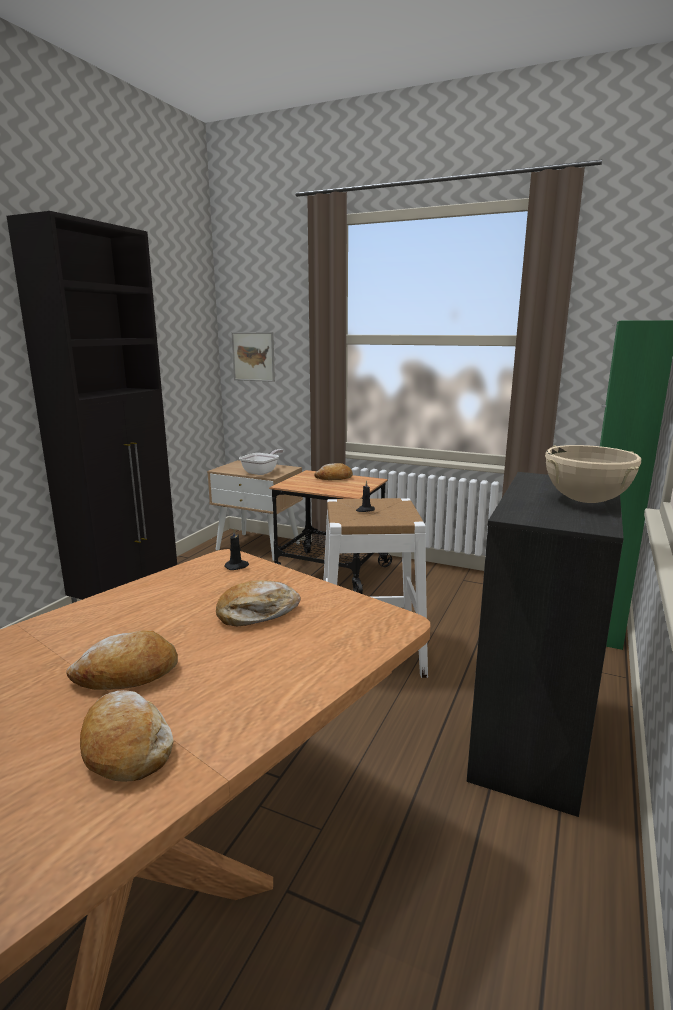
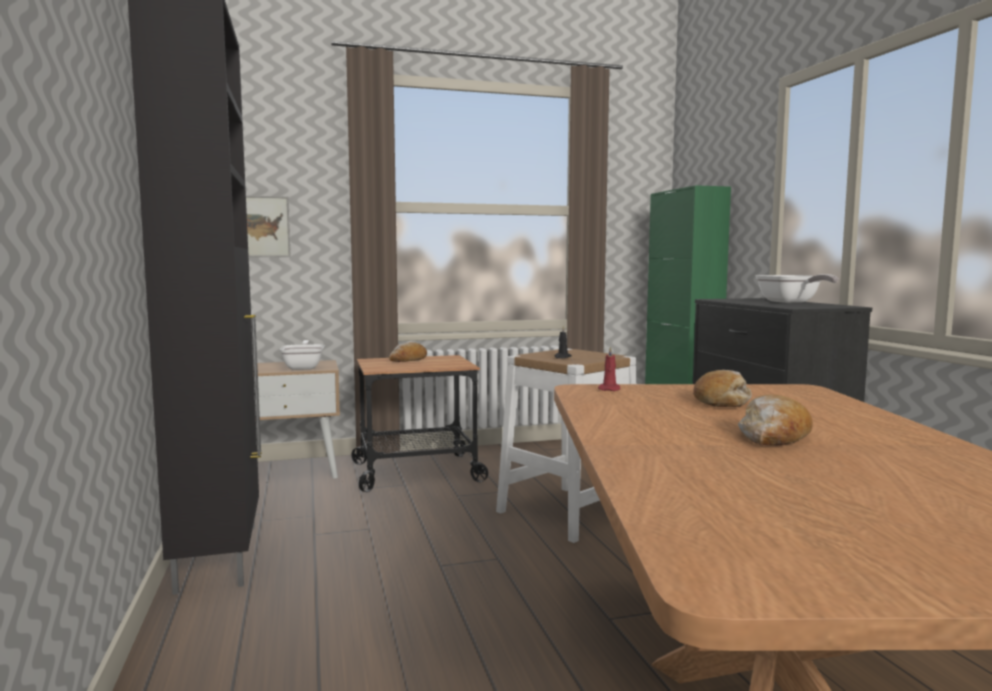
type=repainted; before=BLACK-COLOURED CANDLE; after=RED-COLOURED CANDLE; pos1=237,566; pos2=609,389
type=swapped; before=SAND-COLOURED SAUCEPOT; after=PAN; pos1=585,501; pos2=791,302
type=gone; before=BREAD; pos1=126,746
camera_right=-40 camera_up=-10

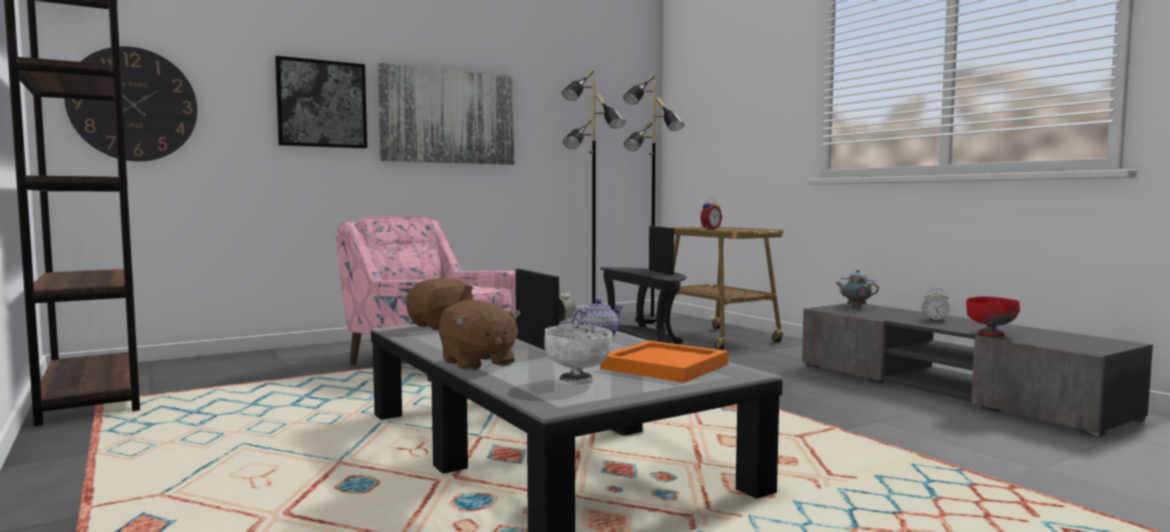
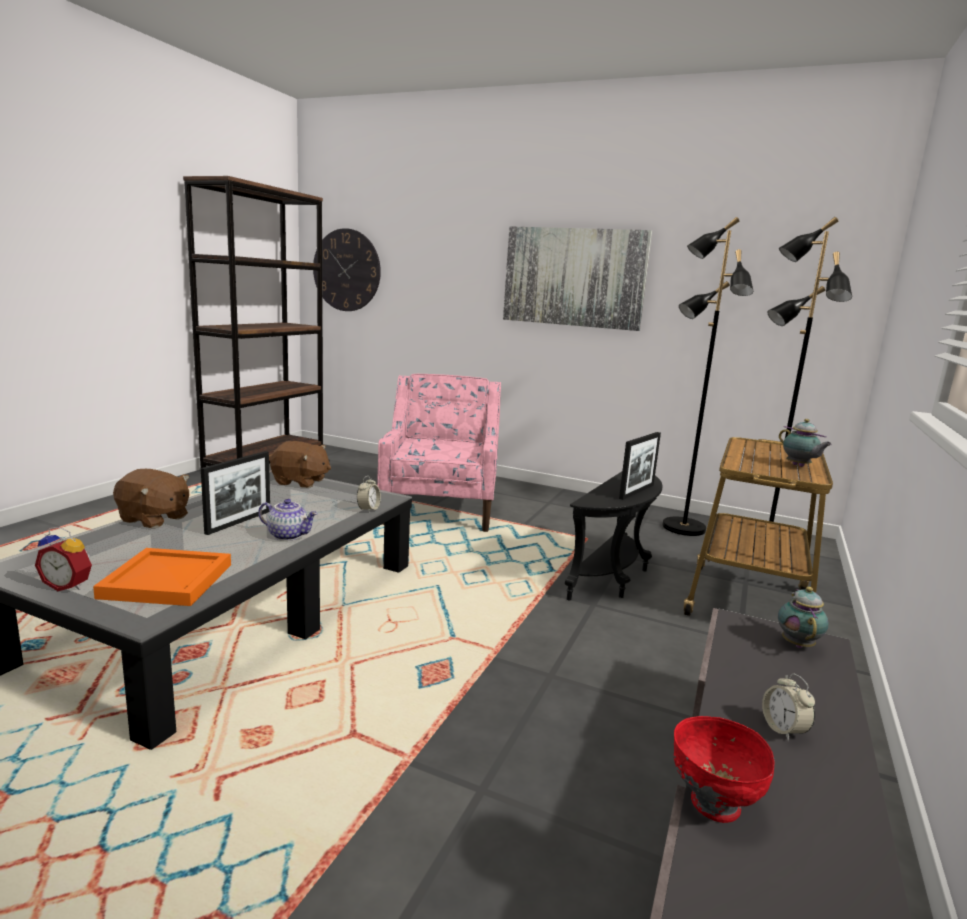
type=shifted; before=BEDSIDE CLOCK; pos1=709,229; pos2=69,585
type=rotated; before=BROWN PLUSH TOY; pos1=477,363; pos2=154,519; turn=-90
type=new; after=POT FOR TEA; pos2=799,466
type=gone; before=WALL PICTURE; pos1=321,104
type=gone; before=WHITE BOWL; pos1=578,380
camera_right=55 camera_up=10

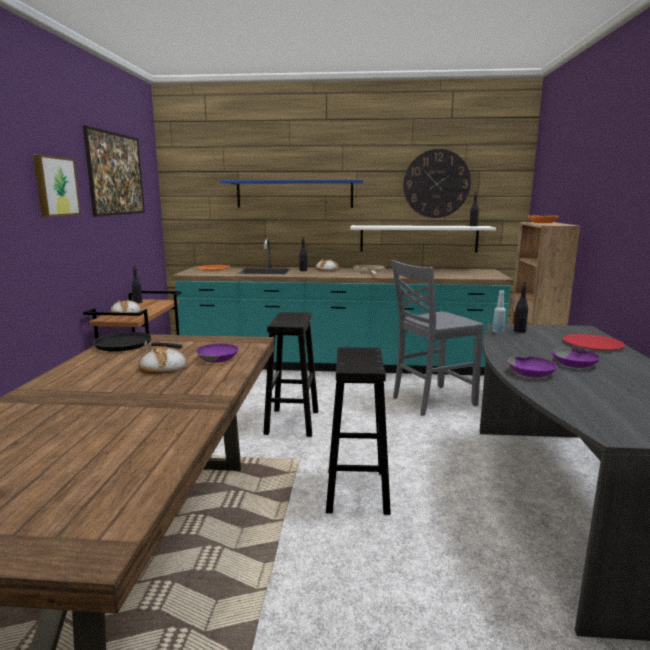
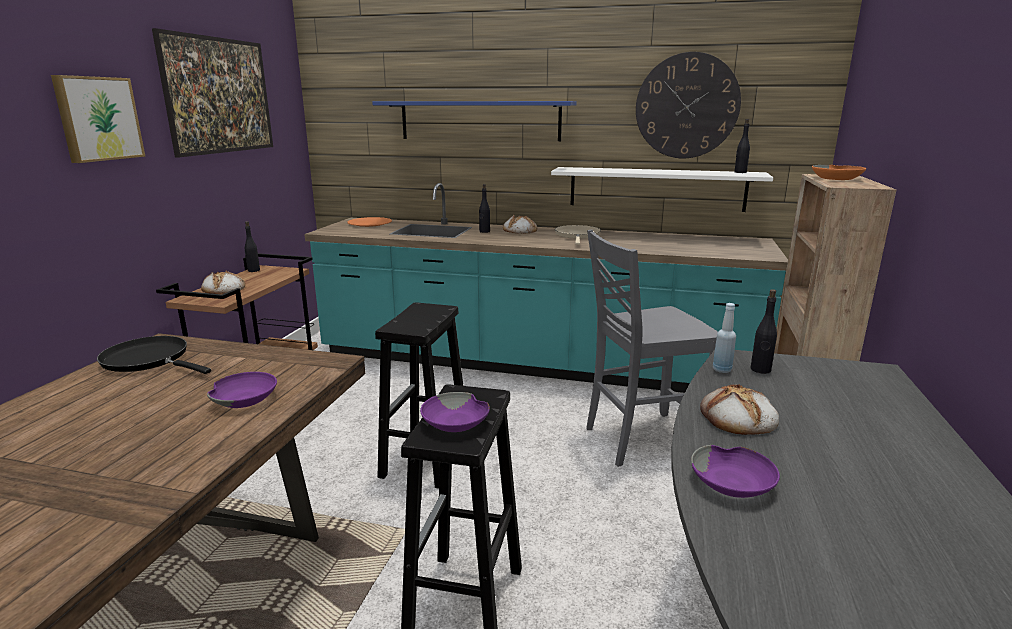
type=shifted; before=PURPLISH BOWL; pos1=575,364; pos2=455,422
type=shifted; before=BREAD; pos1=162,367; pos2=737,418
type=gone; before=RED-COLOURED PLATE; pos1=592,344
camera_right=10 camera_up=5

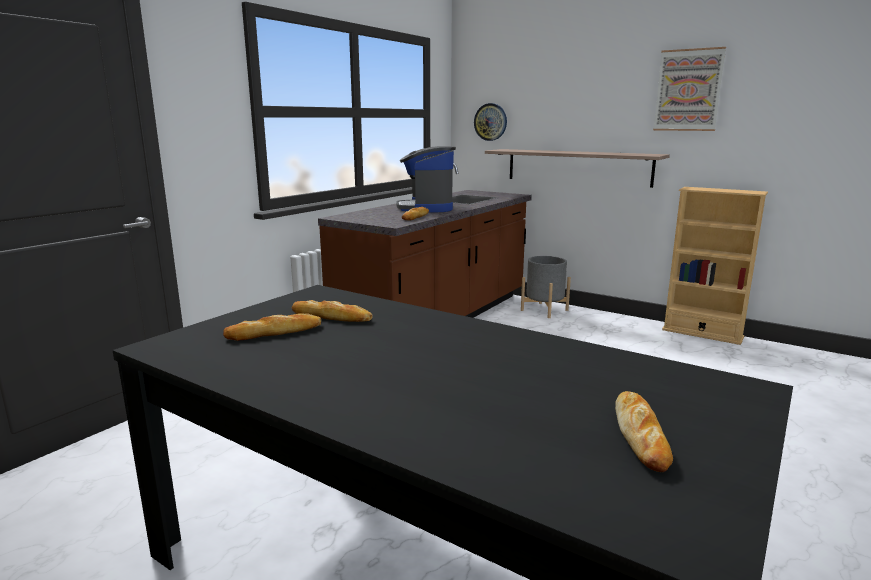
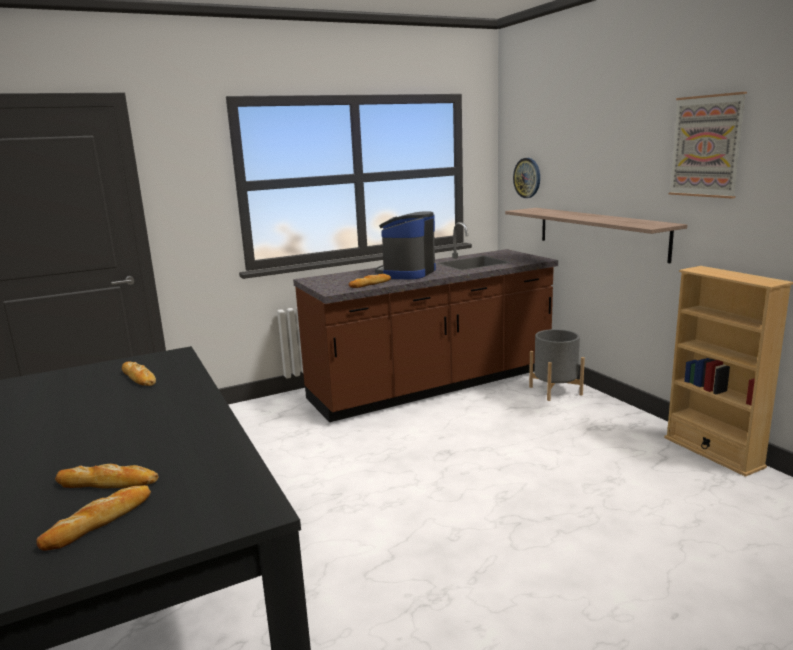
type=shifted; before=BREAD; pos1=274,332; pos2=107,483
camera_right=30 camera_up=0

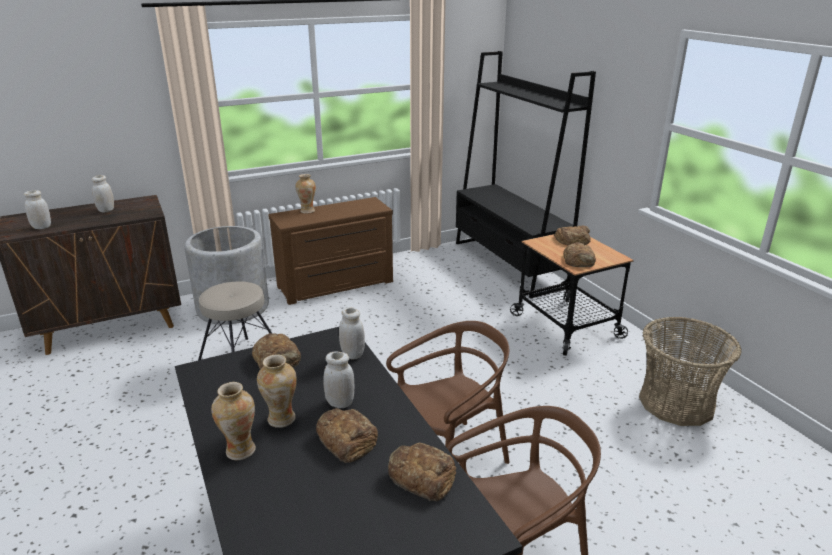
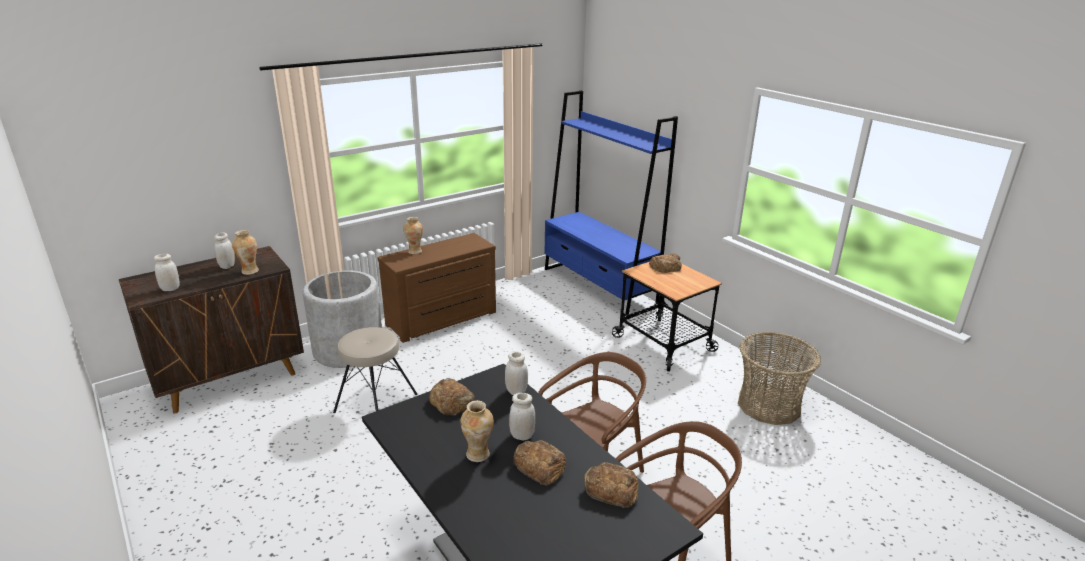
type=shifted; before=DECORATIVE VASE; pos1=240,450; pos2=249,271
type=repainted; before=BLACK-COLOURED SHELVING UNIT; after=BLUISH SHELVING UNIT; pos1=508,264; pos2=598,287
type=gone; before=BREAD; pos1=579,260
camera_right=-10 camera_up=0

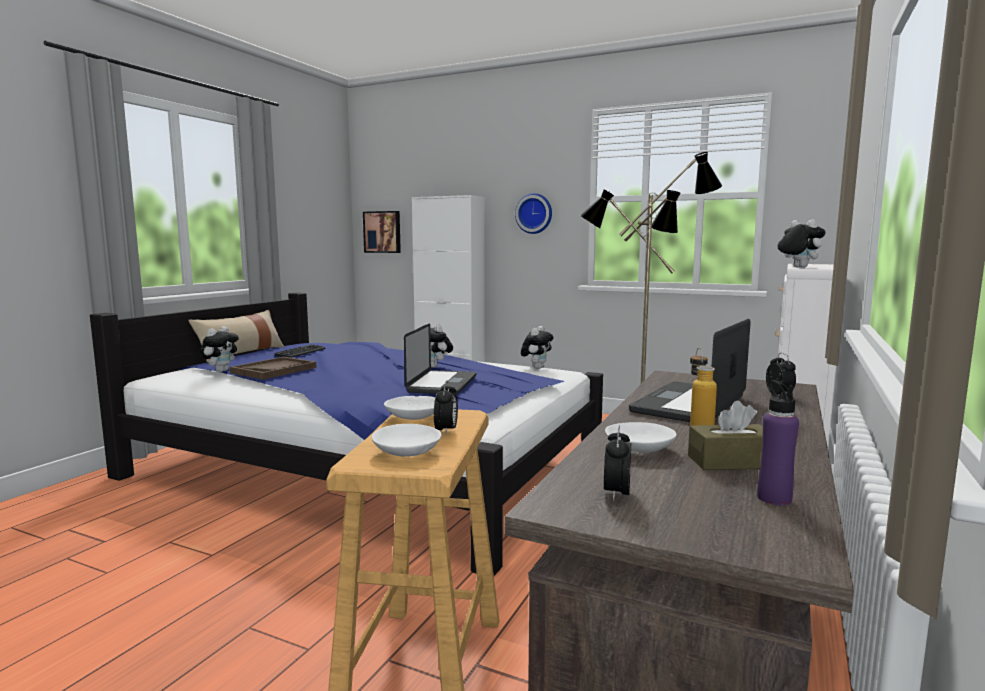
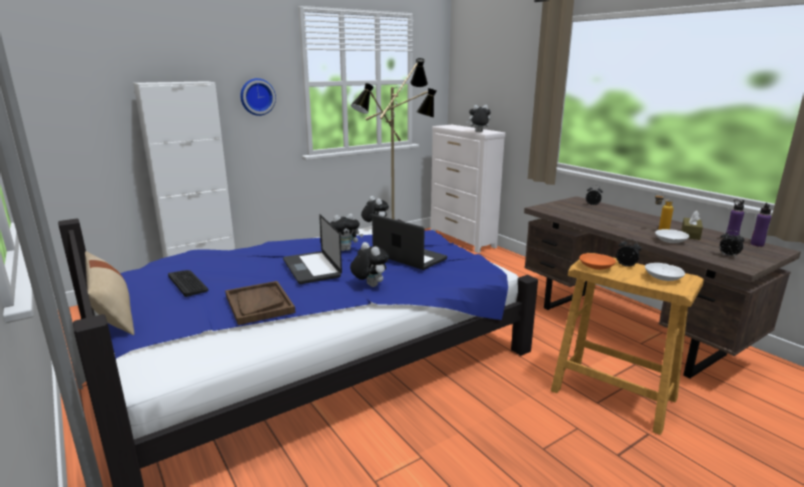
type=shifted; before=LAPTOP; pos1=689,404; pos2=311,268
type=shifted; before=PLUSH TOY; pos1=221,371; pos2=369,285
type=repainted; before=WHITE BOWL; after=ORANGE-COLOURED BOWL; pos1=414,416; pos2=595,267
type=new; after=PURPLISH BEVERAGE BOTTLE; pos2=757,244
type=gone; before=WALL PICTURE; pos1=383,232
camera_right=-60 camera_up=10

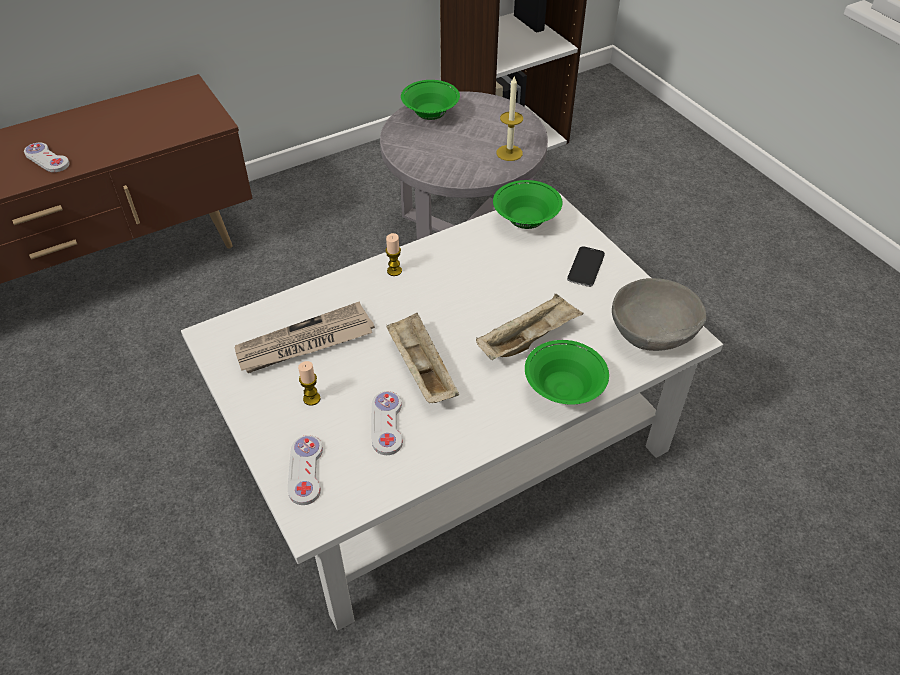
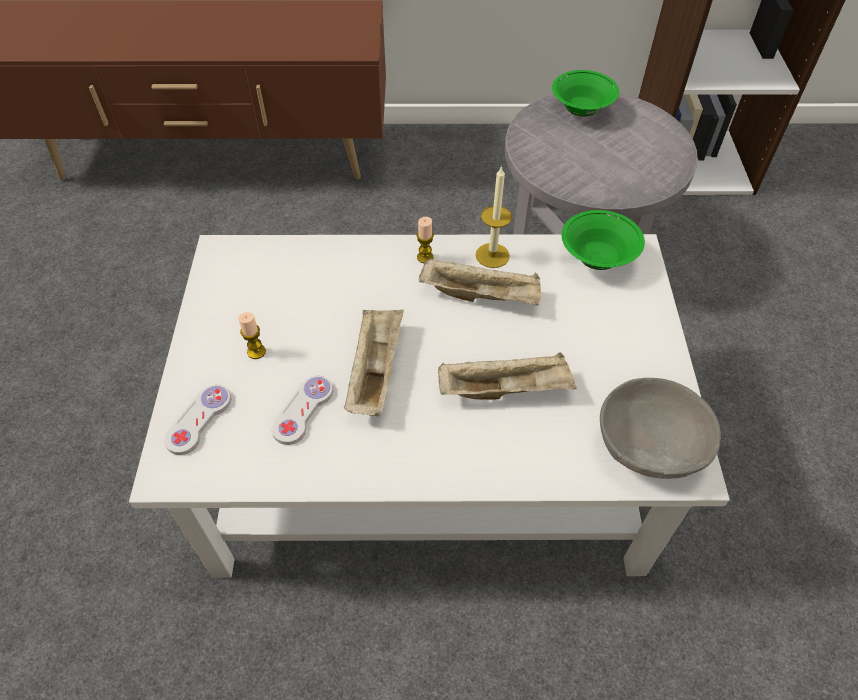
type=new; after=SAND-COLOURED CARRYING TRAY; pos2=481,296
type=shifted; before=CANDLE; pos1=509,153; pos2=492,255
type=gone; before=WHITE GAMEPAD; pos1=47,159
type=gone; before=DAILY PAPER; pos1=305,343
type=gone; before=GREEN BOWL; pos1=563,391
type=gone; before=PHONE; pos1=586,267
camera_right=30 camera_up=5

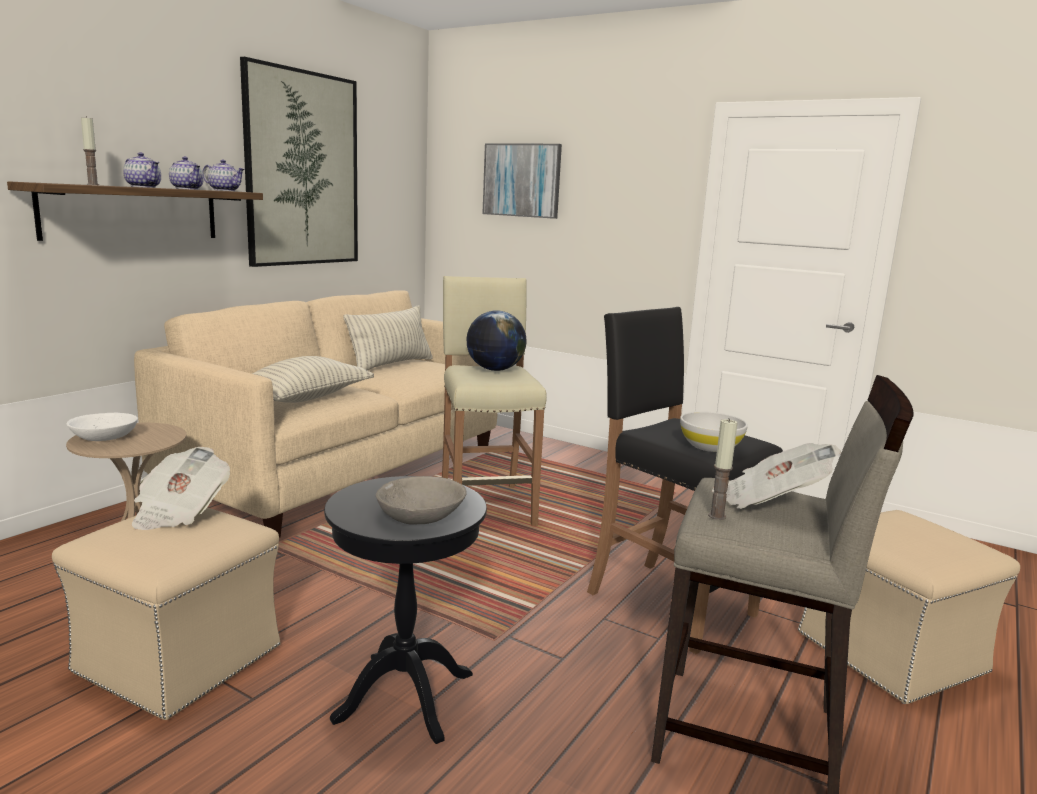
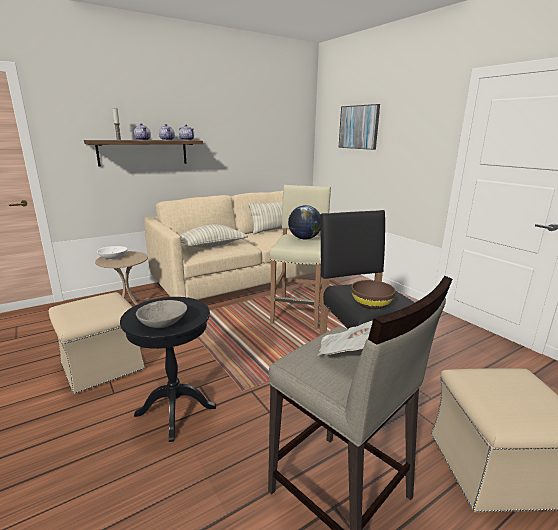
type=repainted; before=WHITE BOWL; after=BROWN BOWL; pos1=710,446; pos2=371,304
type=gone; before=DAILY PAPER; pos1=179,512
type=gone; before=WALL PICTURE; pos1=302,169
type=gone; before=CANDLE; pos1=717,516
camera_right=25 camera_up=5

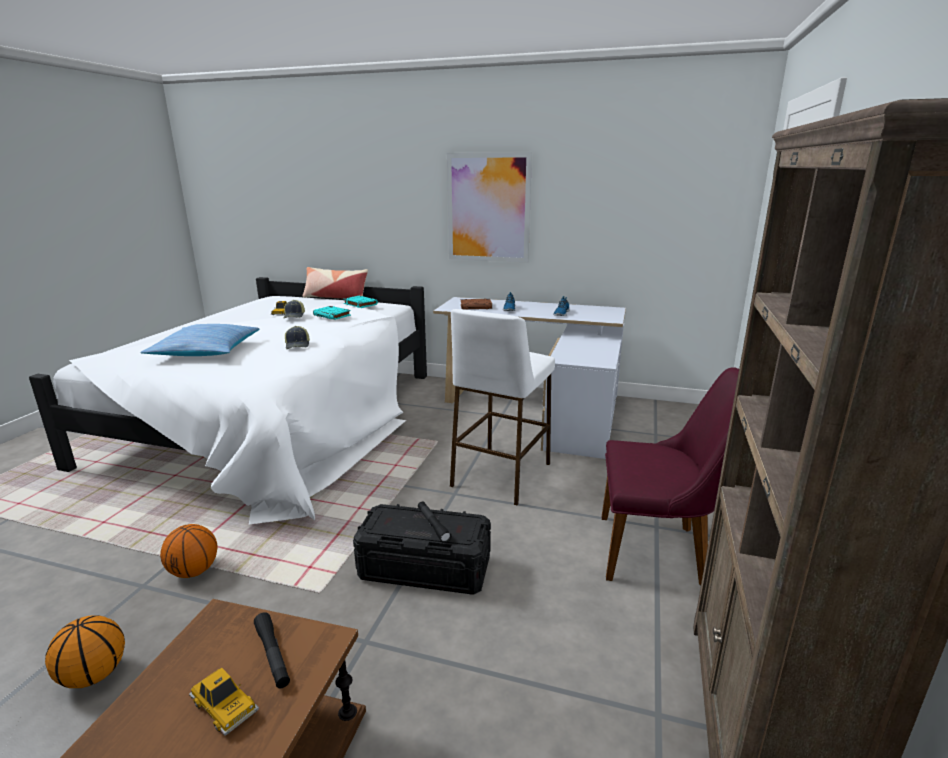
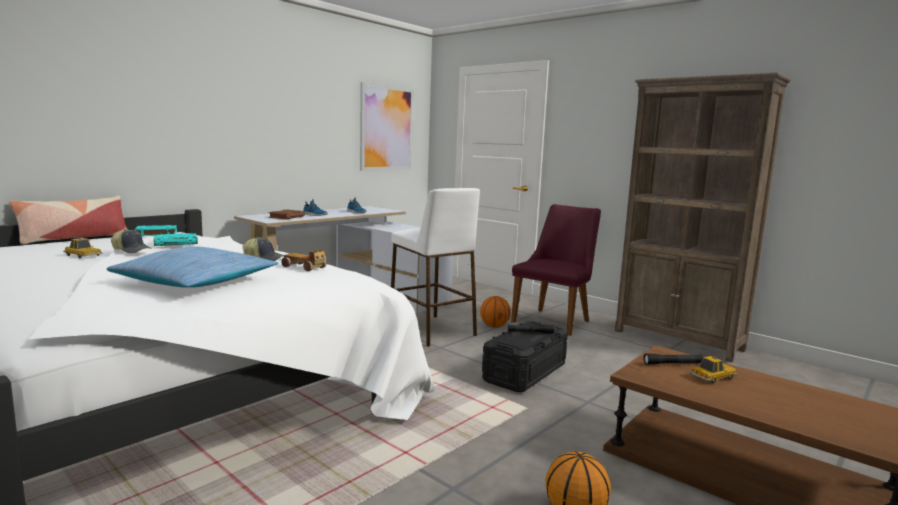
type=new; after=MODEL CAR; pos2=304,267
type=shifted; before=WALL PICTURE; pos1=488,208; pos2=386,128
type=shifted; before=BASKETBALL BALL; pos1=194,571; pos2=494,326
camera_right=-65 camera_up=-10

